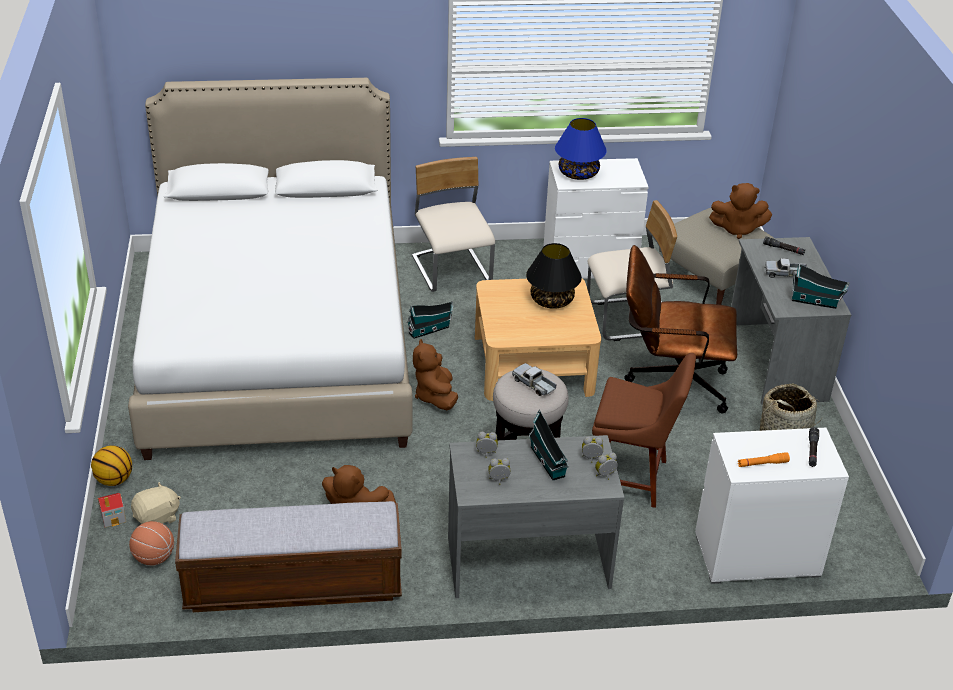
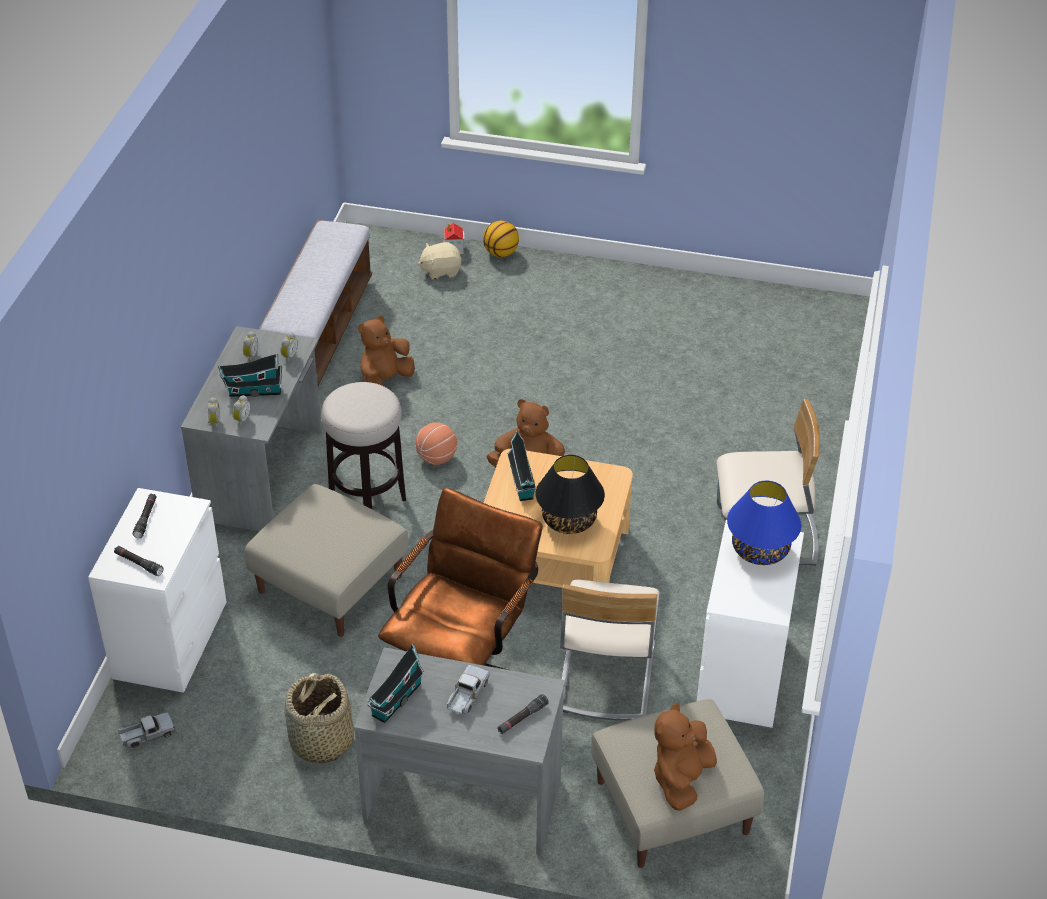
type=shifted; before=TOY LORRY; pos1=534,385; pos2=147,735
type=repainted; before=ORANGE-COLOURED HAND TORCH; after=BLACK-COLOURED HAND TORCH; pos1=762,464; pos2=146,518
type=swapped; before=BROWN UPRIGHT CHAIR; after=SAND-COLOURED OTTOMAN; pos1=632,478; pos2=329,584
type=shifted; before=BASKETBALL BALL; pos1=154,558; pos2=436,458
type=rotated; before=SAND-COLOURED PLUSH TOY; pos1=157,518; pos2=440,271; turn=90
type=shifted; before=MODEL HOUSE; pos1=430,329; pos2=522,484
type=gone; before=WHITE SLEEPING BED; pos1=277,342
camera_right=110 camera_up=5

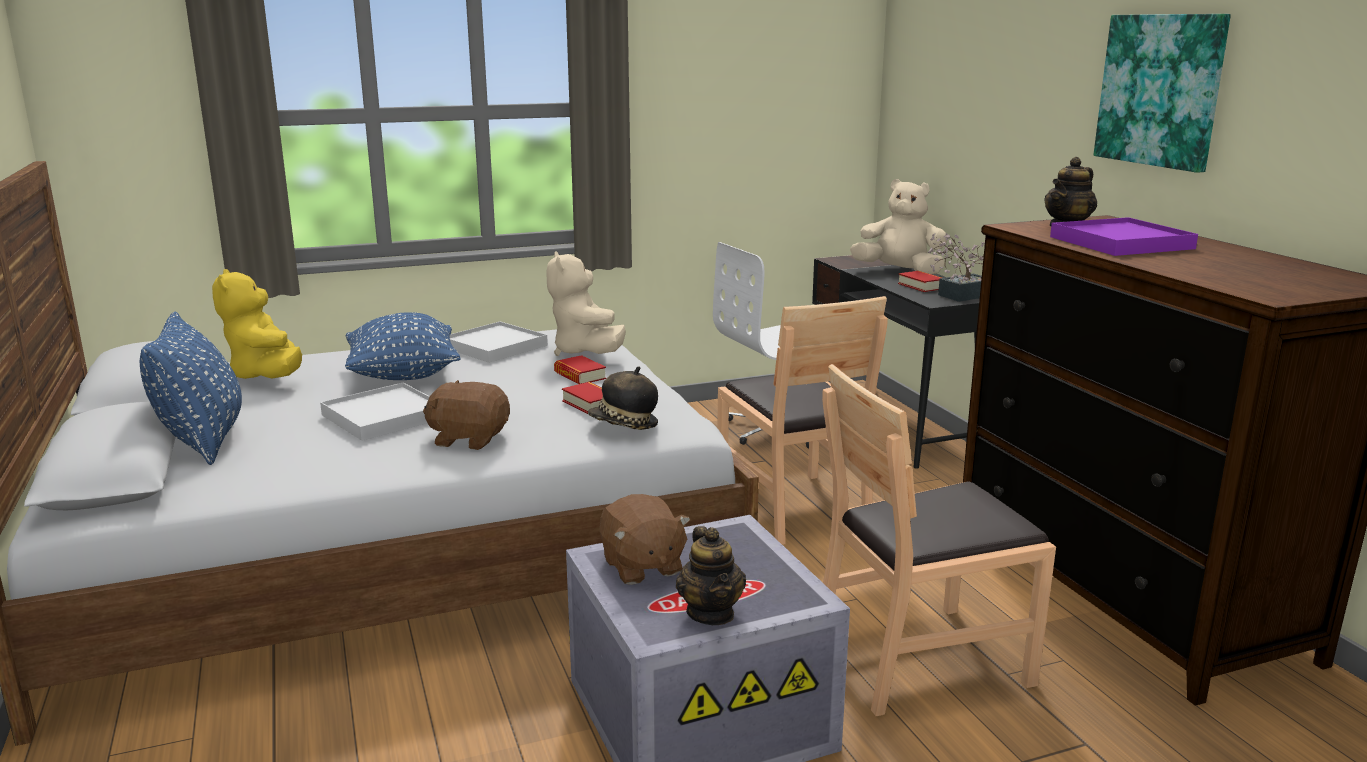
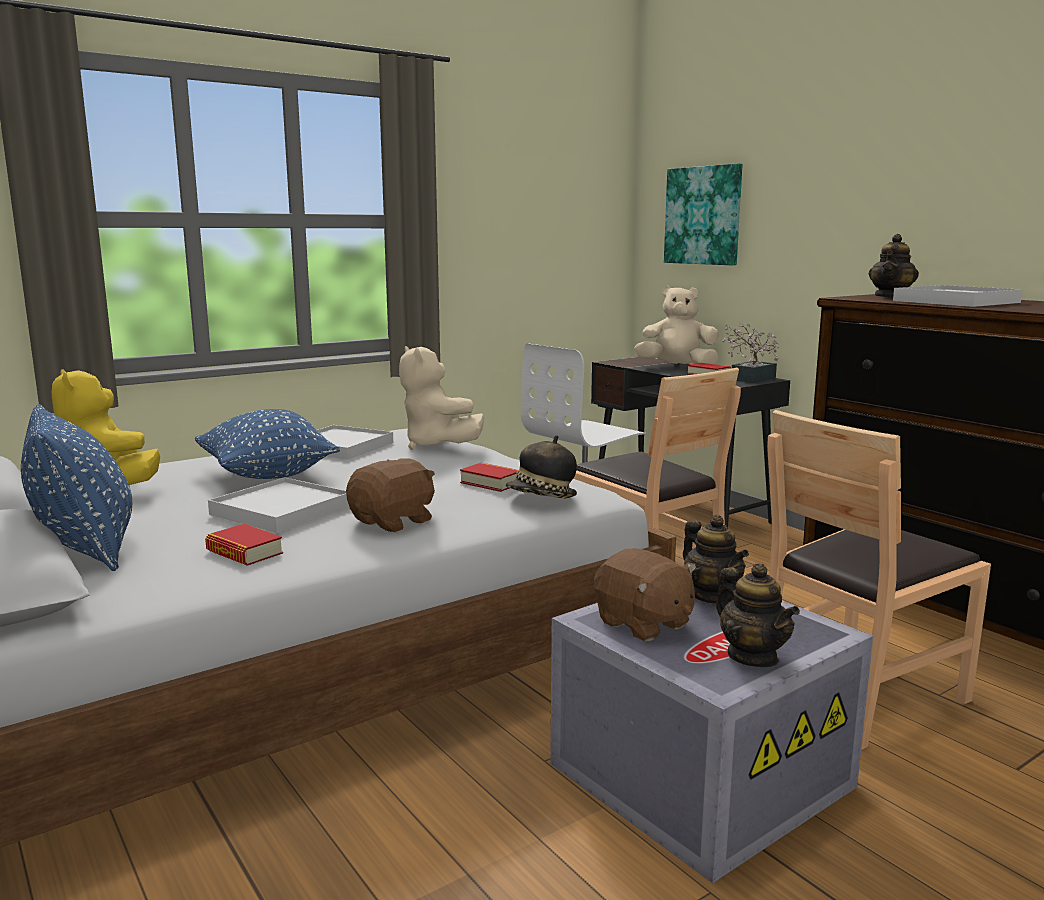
type=shifted; before=VOLUME; pos1=580,376; pos2=244,552
type=rotated; before=BROWN PLUSH TOY; pos1=469,439; pos2=394,522; turn=135
type=shifted; before=WALL PICTURE; pos1=1161,90; pos2=703,215
type=new; after=POT FOR TEA; pos2=712,596
type=repainted; before=PURPLISH CARRYING TRAY; after=WHITE CARRYING TRAY; pos1=1121,243; pos2=956,302
camera_right=-15 camera_up=-5

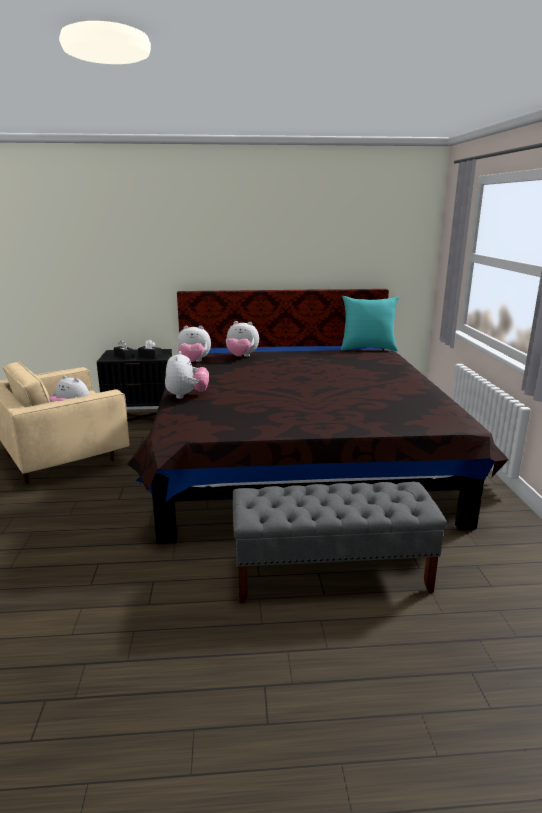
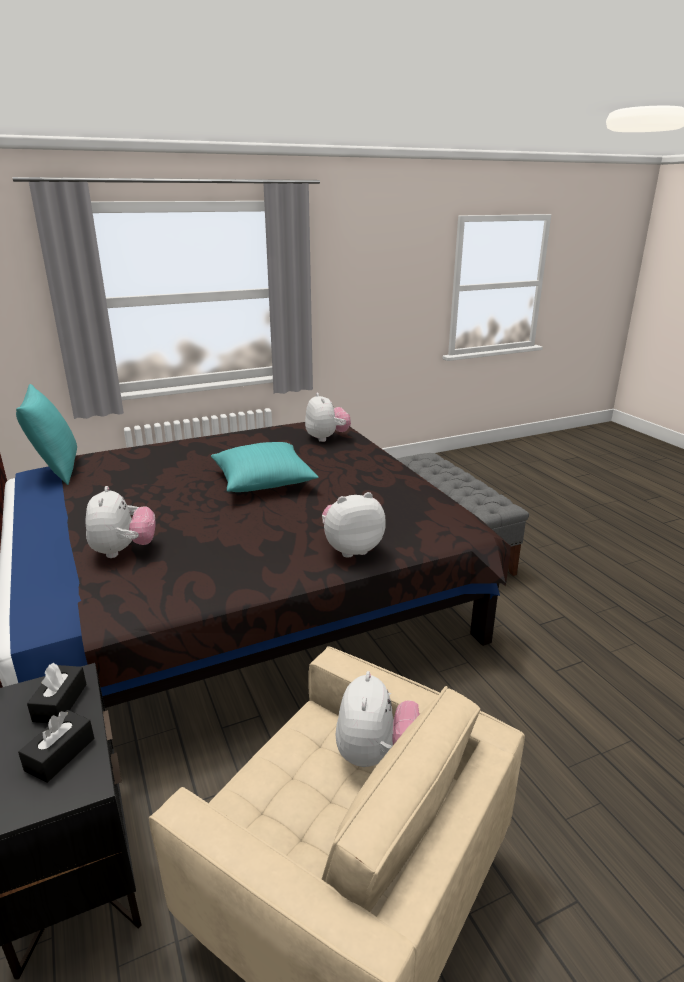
type=new; after=TURQUOISE CUSHION; pos2=263,482
type=shifted; before=PLUSH TOY; pos1=194,362; pos2=327,438
camera_right=-110 camera_up=5

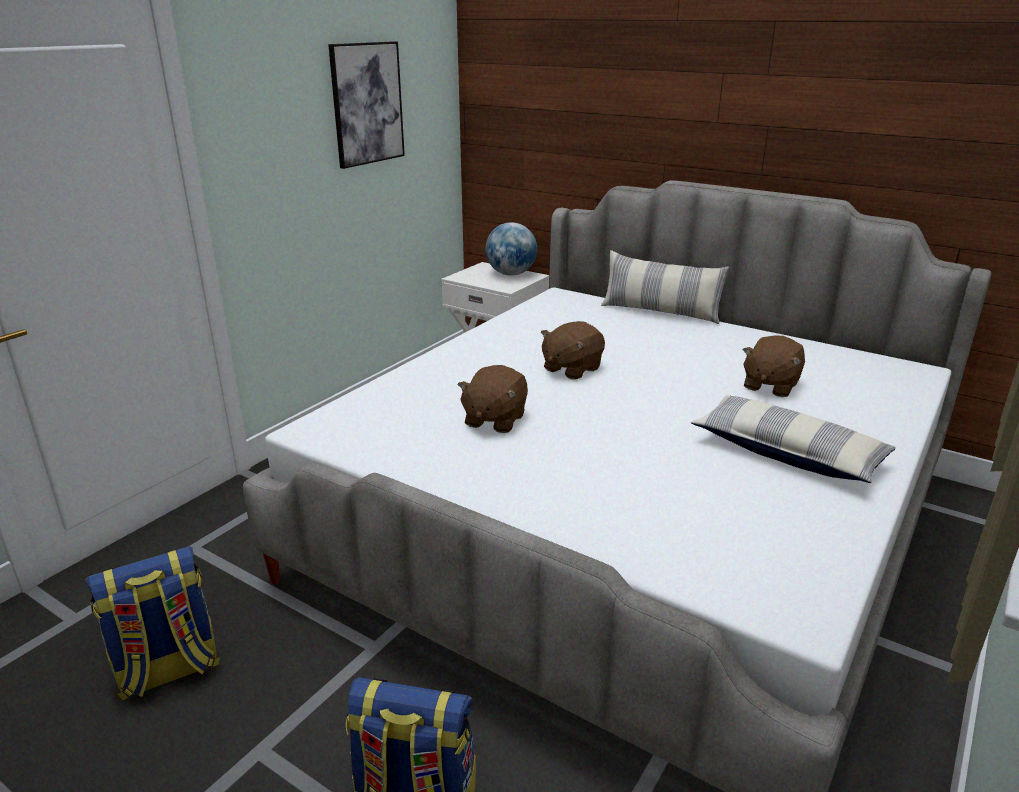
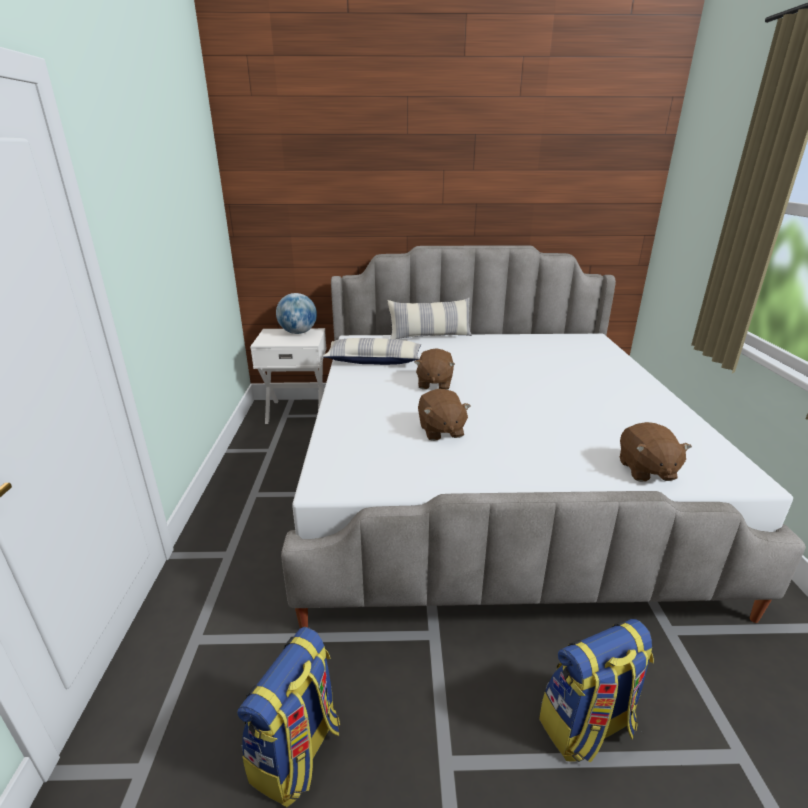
type=shifted; before=CUSHION; pos1=787,453; pos2=373,361
type=shifted; before=BROWN PLUSH TOY; pos1=770,385; pos2=645,470
type=gone; before=WALL PICTURE; pos1=367,104
camera_right=-35 camera_up=0

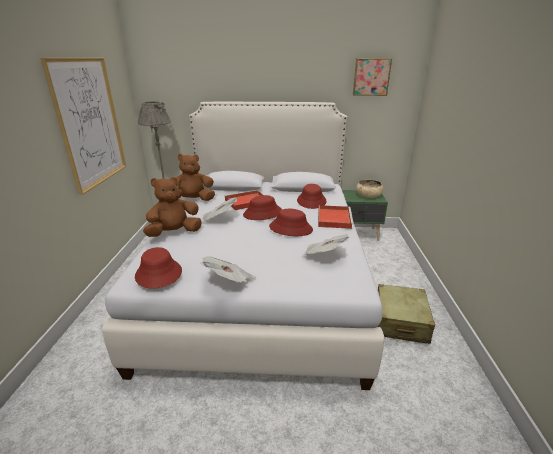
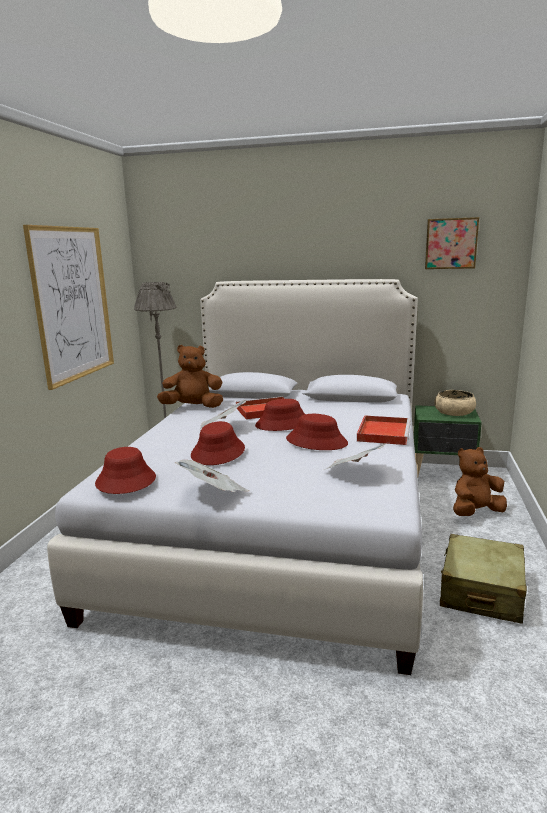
type=shifted; before=RED-COLOURED HAT; pos1=311,201; pos2=218,452
type=shifted; before=BROWN PLUSH TOY; pos1=174,233; pos2=475,512
camera_right=10 camera_up=-10

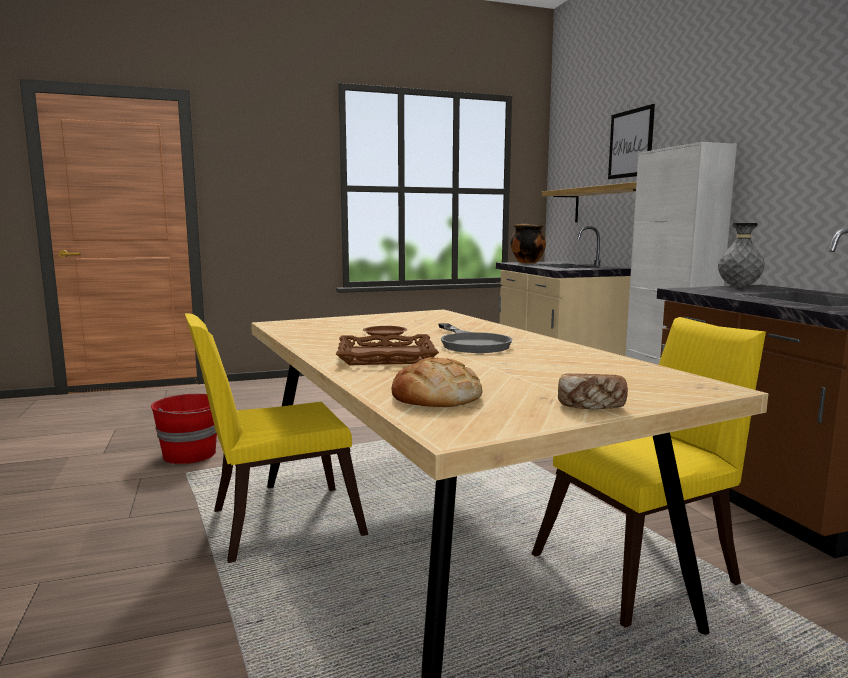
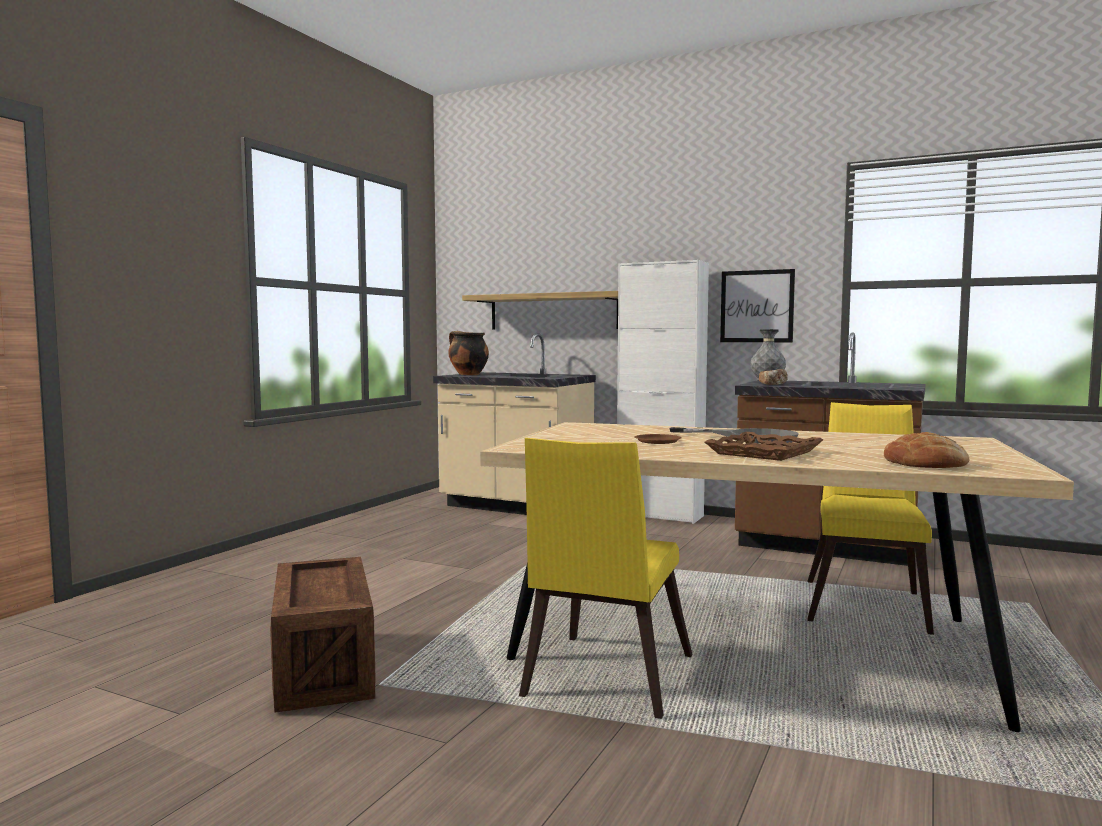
type=swapped; before=RED-COLOURED PAIL; after=SHIPPING CRATE; pos1=191,454; pos2=323,669
type=shifted; before=WALL PICTURE; pos1=630,143; pos2=757,306
type=shifted; before=BREAD; pos1=590,406; pos2=774,384
camera_right=-45 camera_up=-5

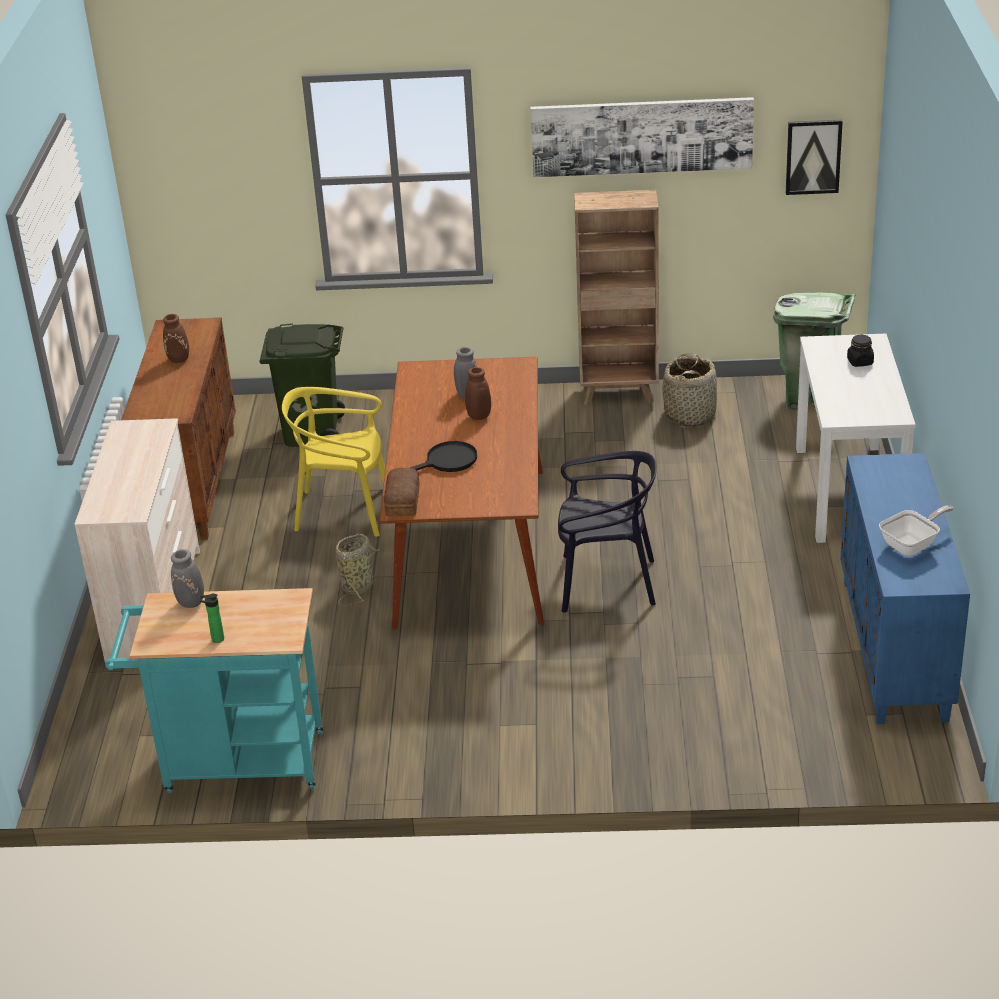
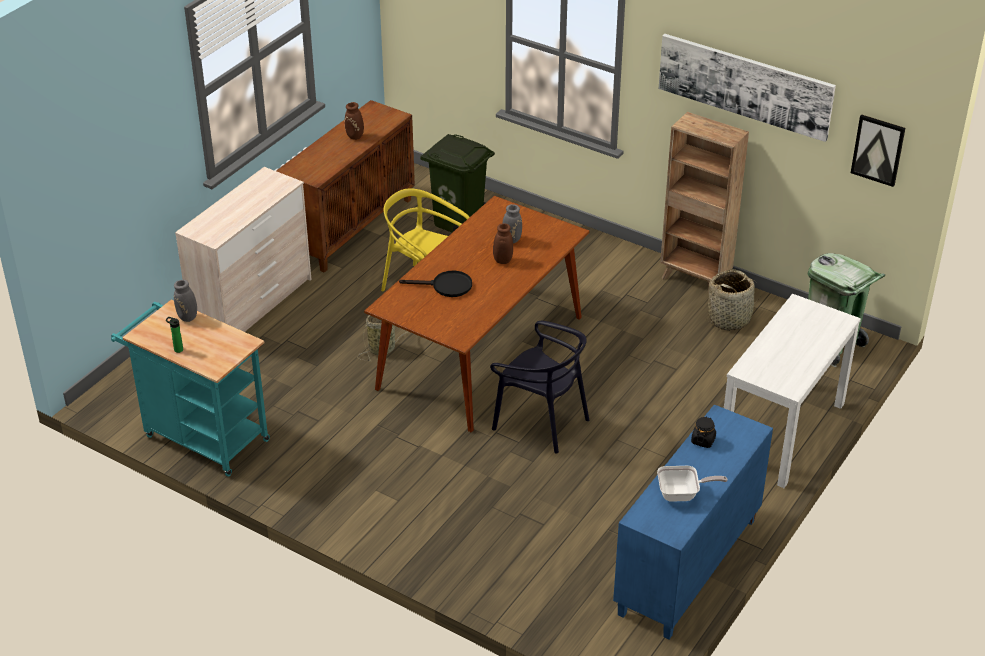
type=shifted; before=BLACK-COLOURED STORAGE JAR; pos1=860,362; pos2=703,440
type=gone; before=BREAD; pos1=403,500
camera_right=30 camera_up=5

